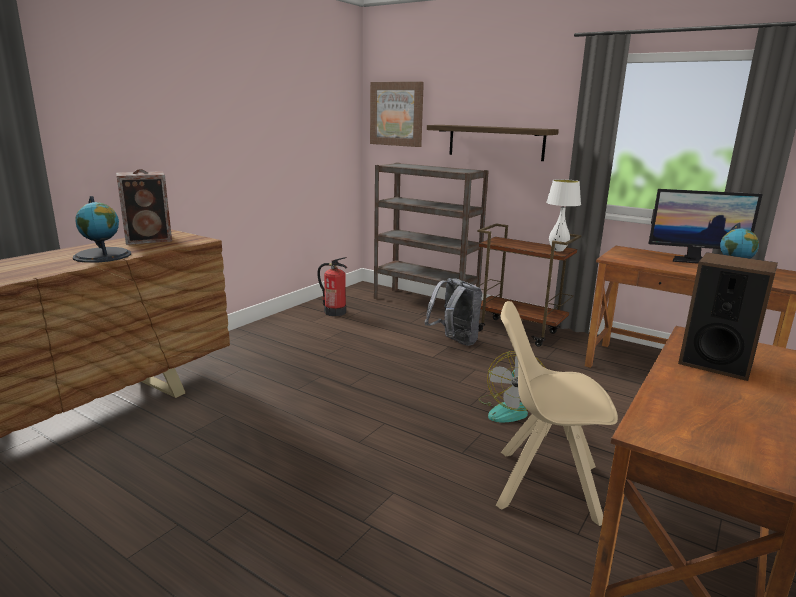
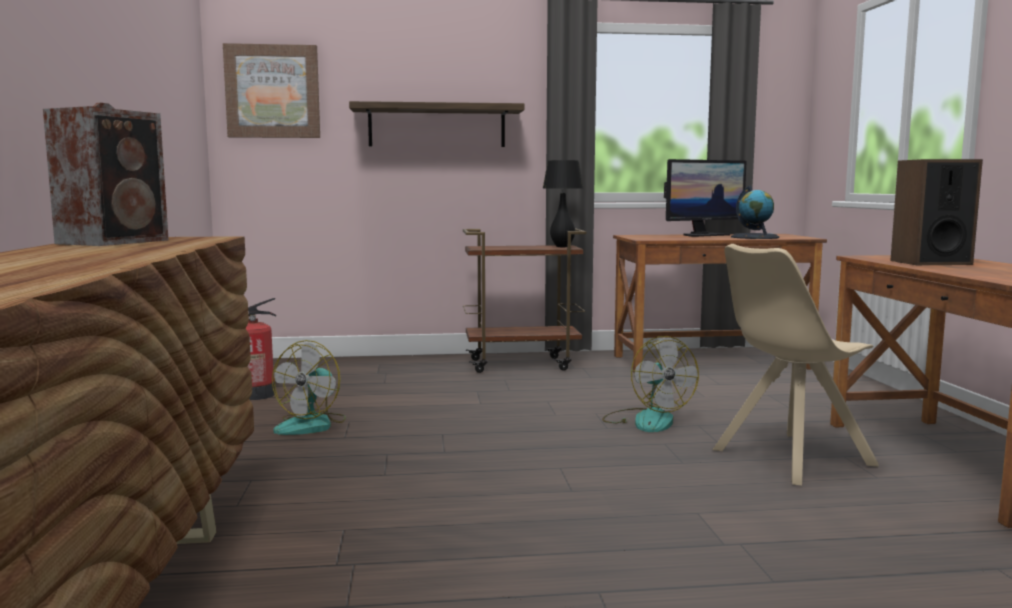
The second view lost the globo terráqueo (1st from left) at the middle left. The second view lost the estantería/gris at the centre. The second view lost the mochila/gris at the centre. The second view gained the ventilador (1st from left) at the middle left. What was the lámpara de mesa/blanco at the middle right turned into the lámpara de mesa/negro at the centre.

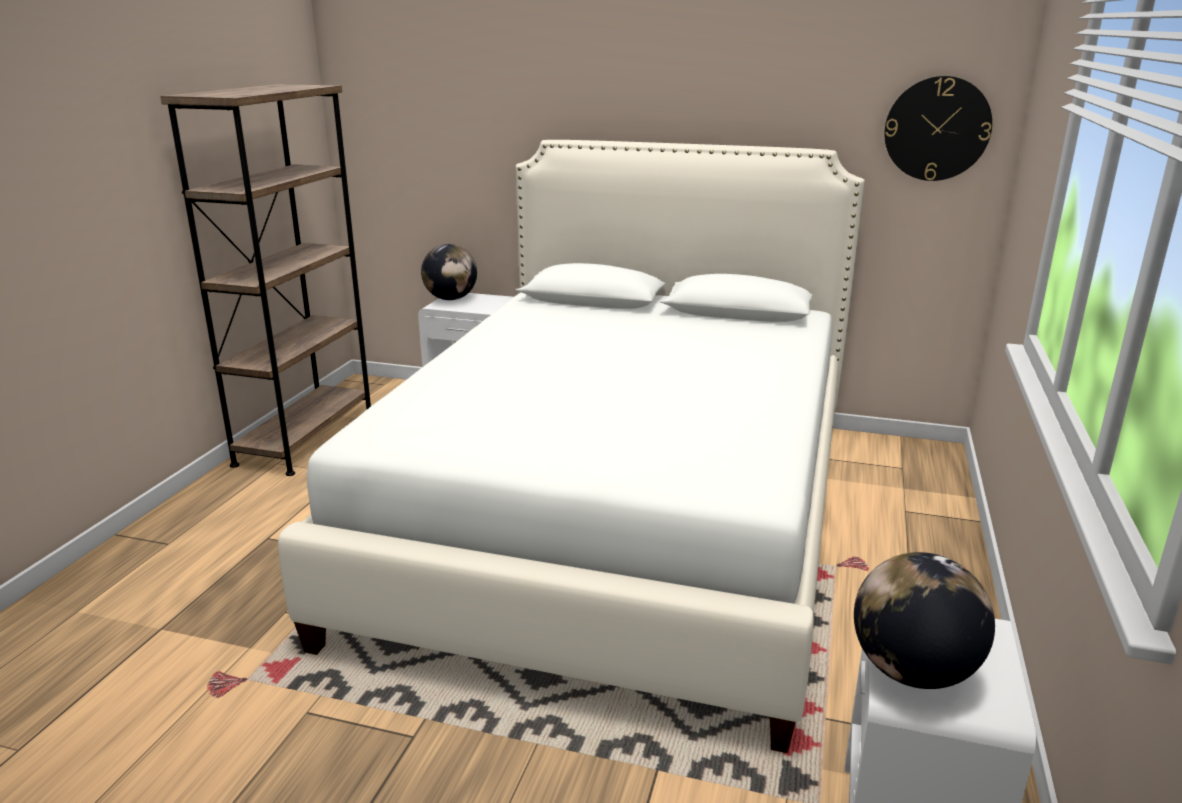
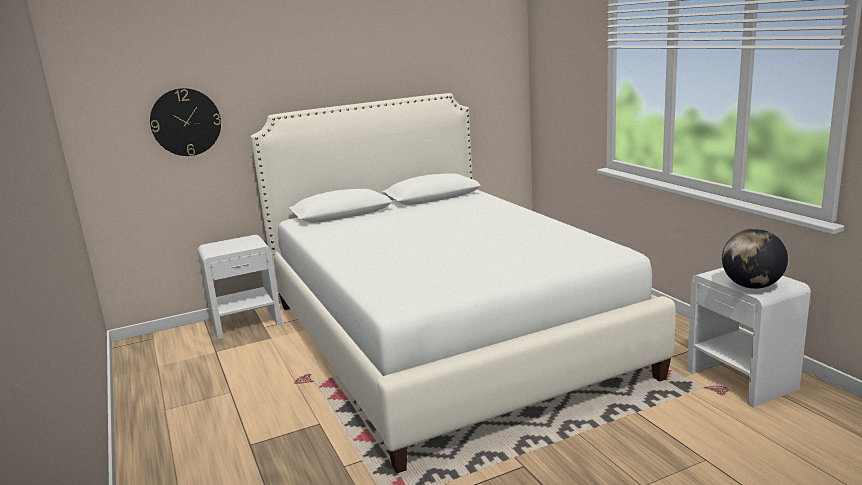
The second view lost the estantería/marrón at the middle left. The second view lost the globo terráqueo (1st from left) at the centre. The reloj de pared ended up elsewhere, having gone from the top right to the top left.

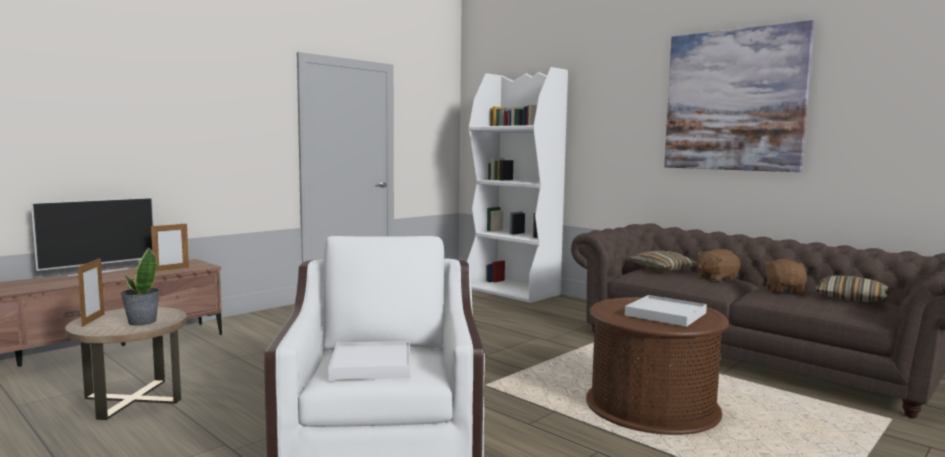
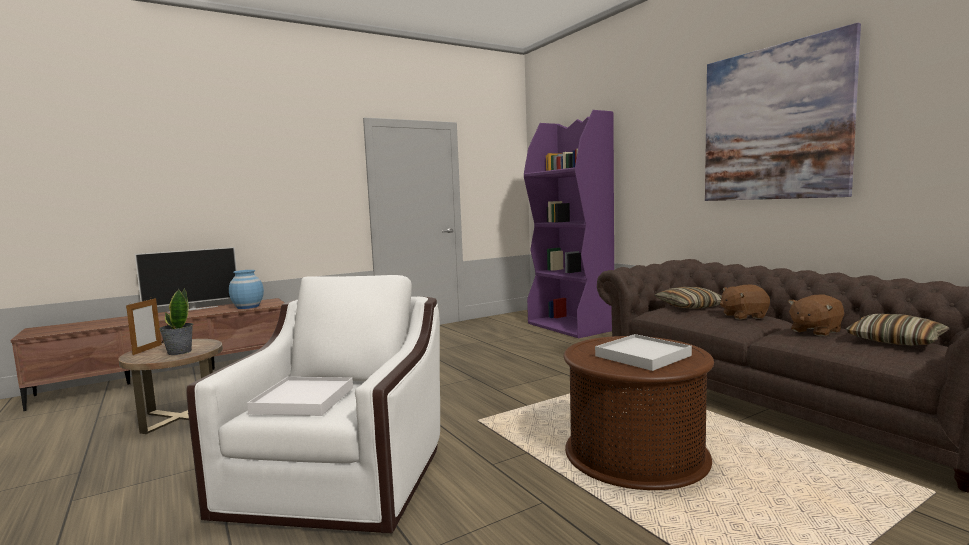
Where the portarretratos (2nd from left) stood at the middle left, the florero/azul came to stand at the middle left. What was the estantería/blanco at the centre turned into the estantería/morado at the centre. The peluche/marrón (2nd from left) at the middle right ended up facing another way, 150 degrees counterclockwise from before.

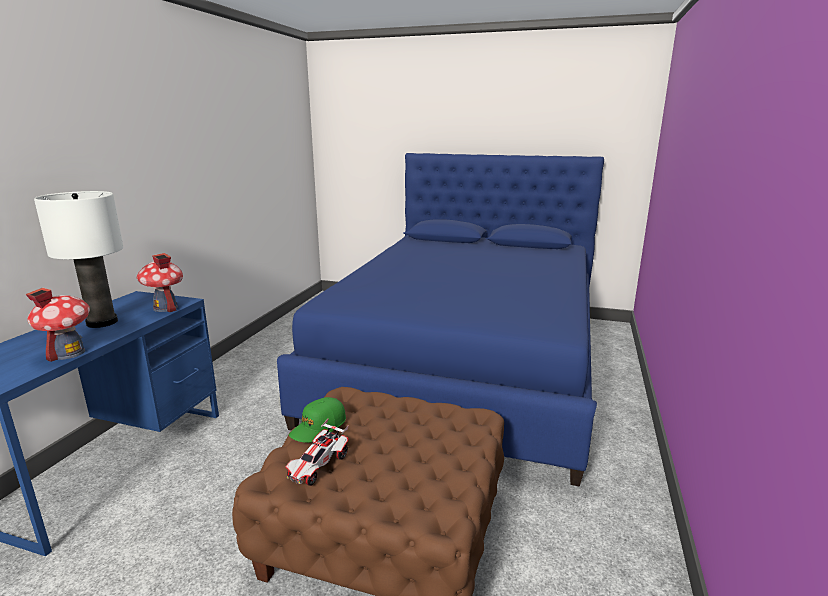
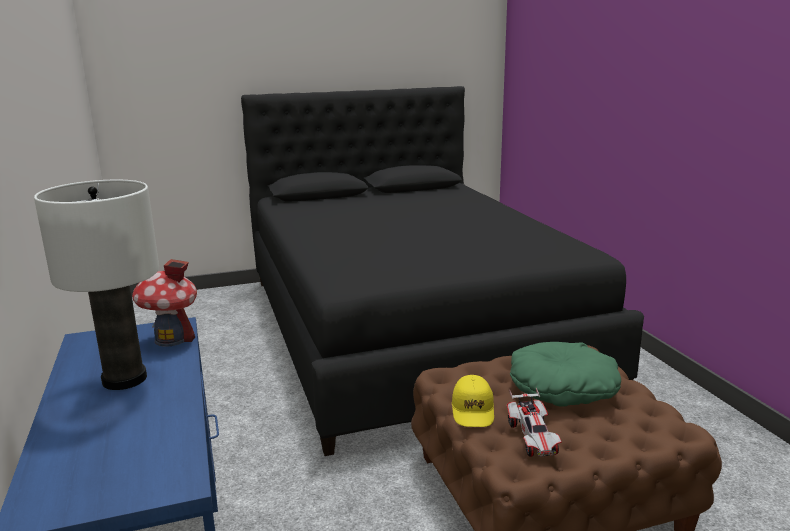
The second view lost the casita (1st from left) at the middle left. The second view gained the cojín/verde at the bottom right. What was the cama/azul at the centre turned into the cama/negro at the centre. What was the gorra/verde at the bottom centre turned into the gorra/amarillo at the bottom centre.

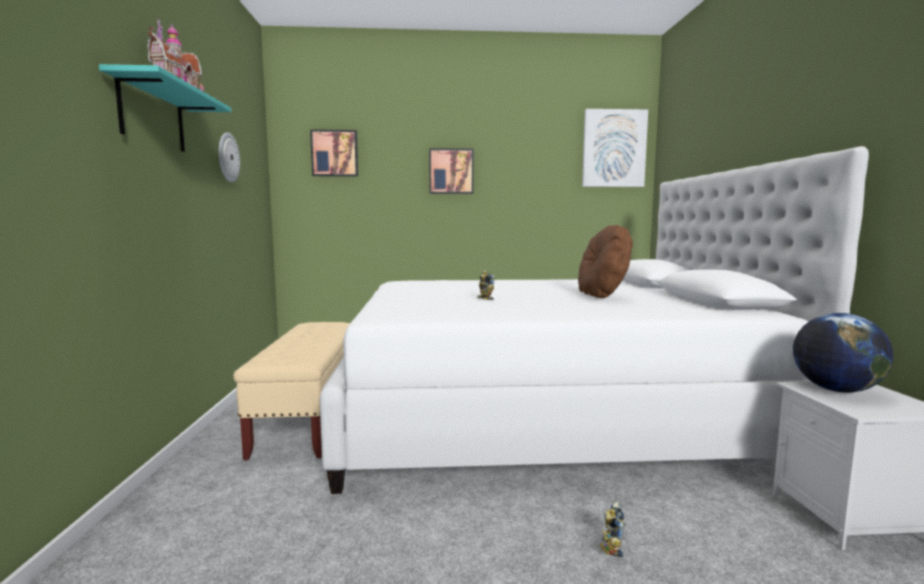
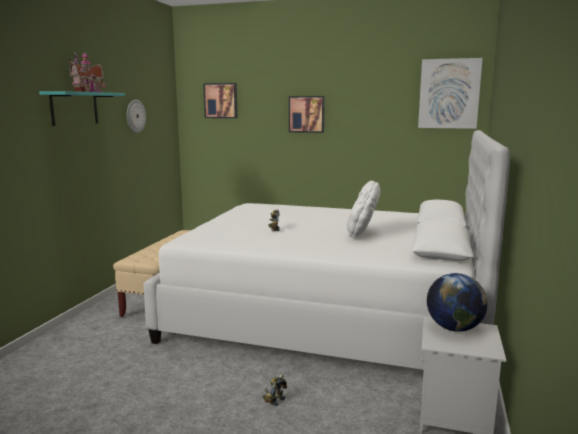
What was the cojín/marrón at the centre turned into the cojín/blanco at the centre.

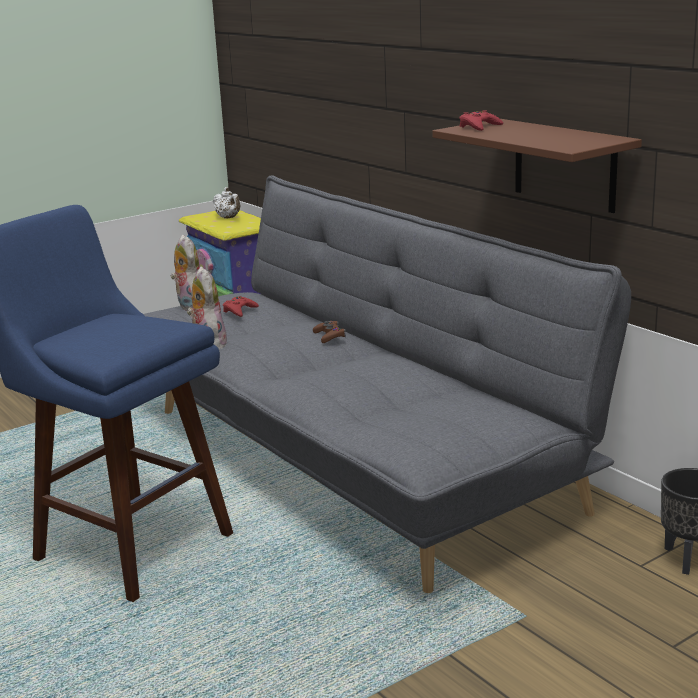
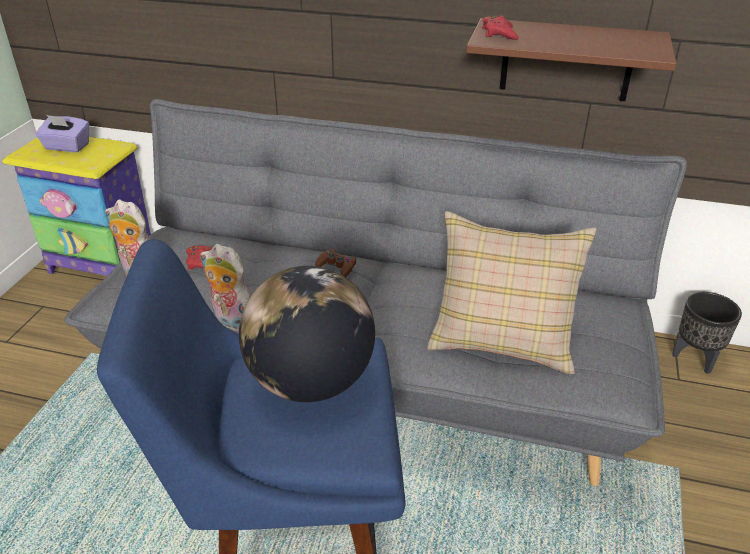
The second view gained the globo terráqueo at the centre. The second view gained the cojín/beis at the middle right. Where the tetera/blanco stood at the top left, the caja de pañuelos/morado came to stand at the top left.

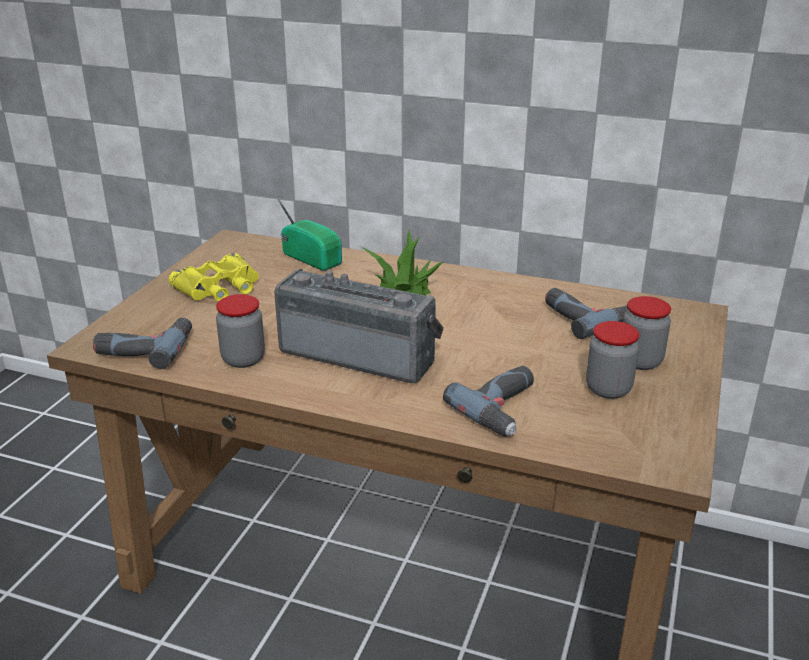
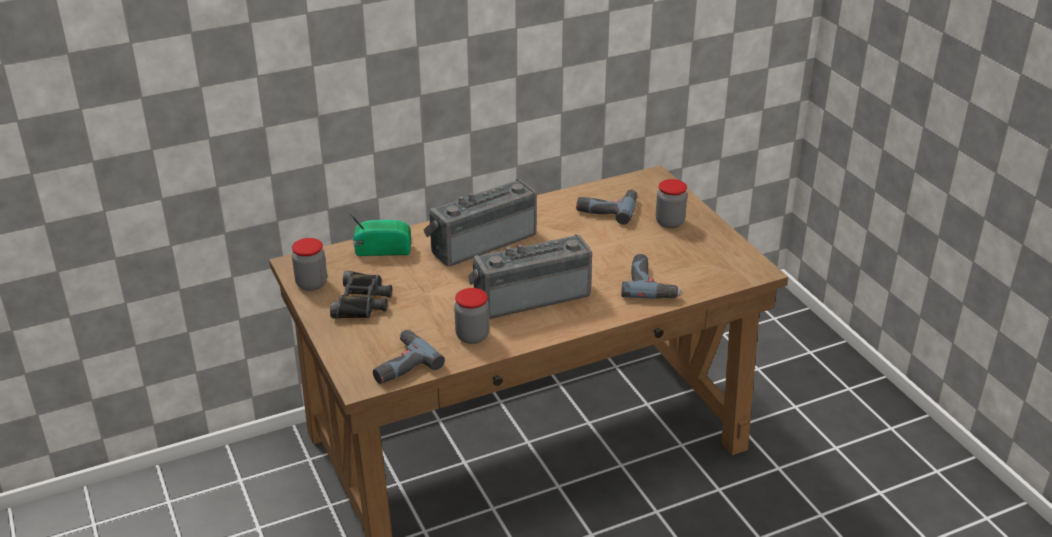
The tarro (2nd from left in the first image) ended up elsewhere, having gone from the middle right to the middle left. Where the planta en maceta stood at the centre, the radio (2nd from left) came to stand at the centre. What was the prismáticos/amarillo at the middle left turned into the prismáticos/negro at the centre.

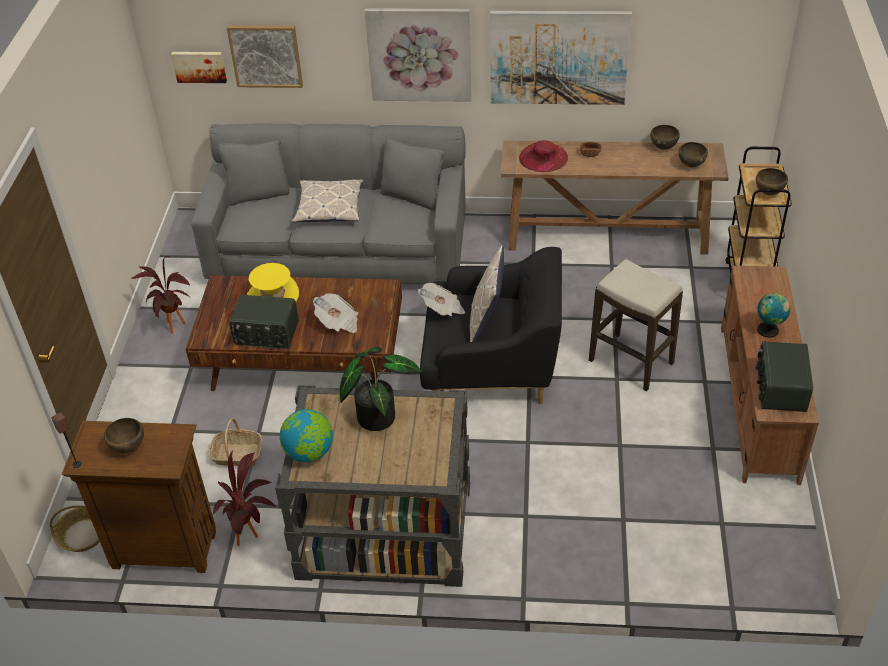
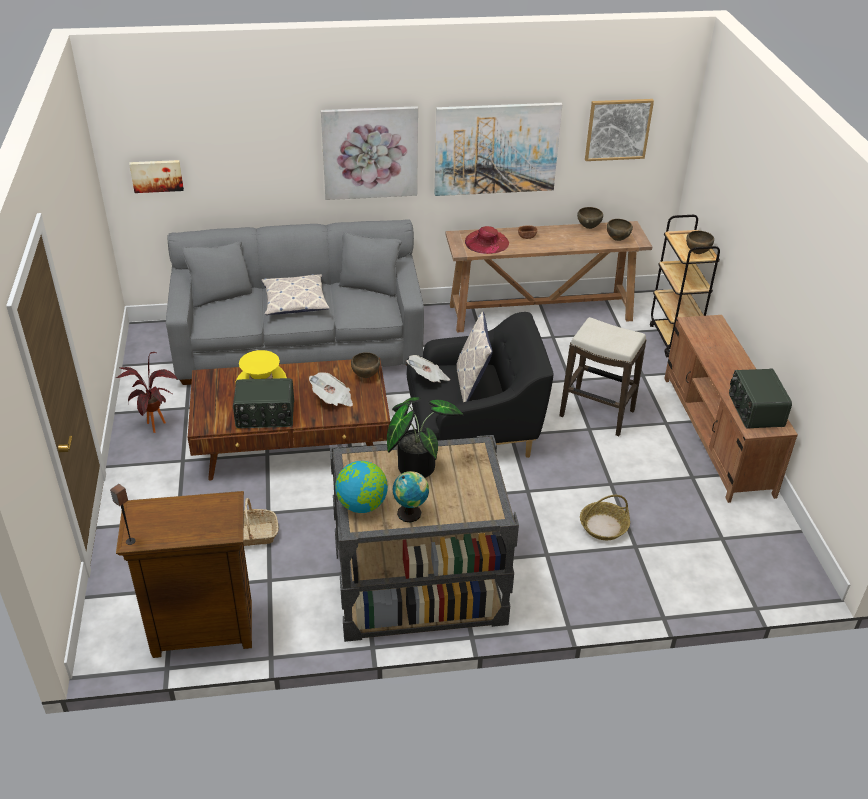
The second view lost the planta en maceta (2nd from left) at the bottom left. The cesta (1st from left in the first image) ended up elsewhere, having gone from the bottom left to the middle right. The cuenco/marrón (1st from left) ended up elsewhere, having gone from the middle left to the centre. The cuadro (2nd from left in the first image) ended up elsewhere, having gone from the top left to the top right. The globo terráqueo (2nd from left) ended up elsewhere, having gone from the middle right to the centre.

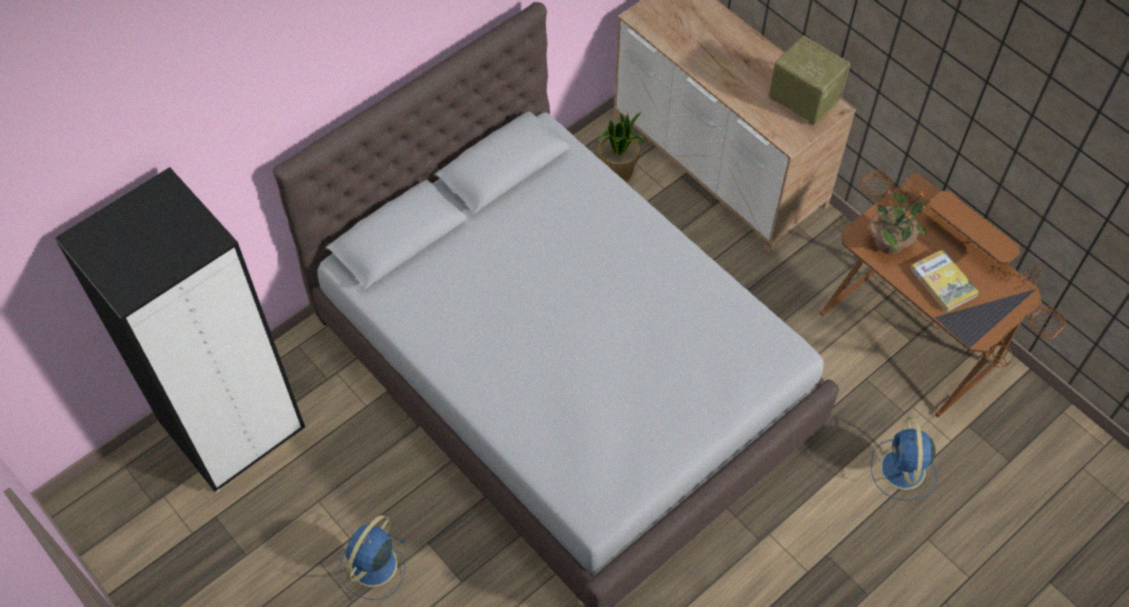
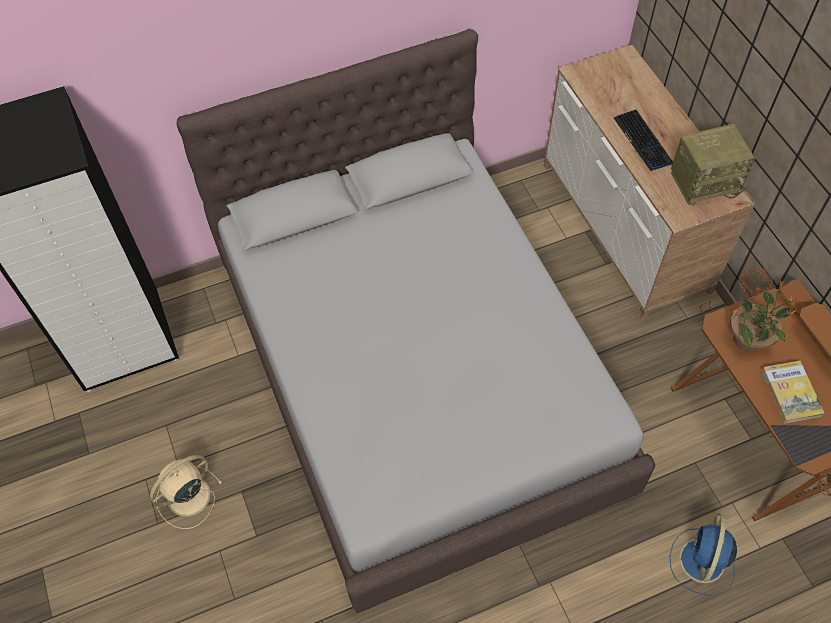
The second view lost the planta en maceta (1st from left) at the top centre. The second view gained the teclado at the top right. What was the ventilador/azul (1st from left) at the bottom left turned into the ventilador/beis at the bottom left. The radio at the top right ended up facing another way, 105 degrees clockwise from before.

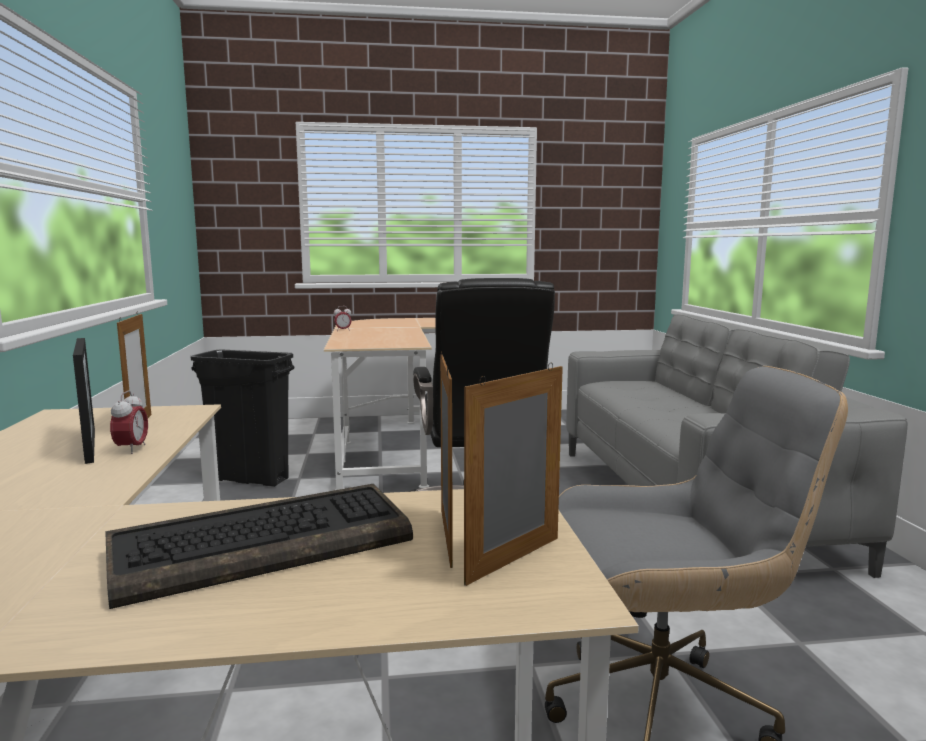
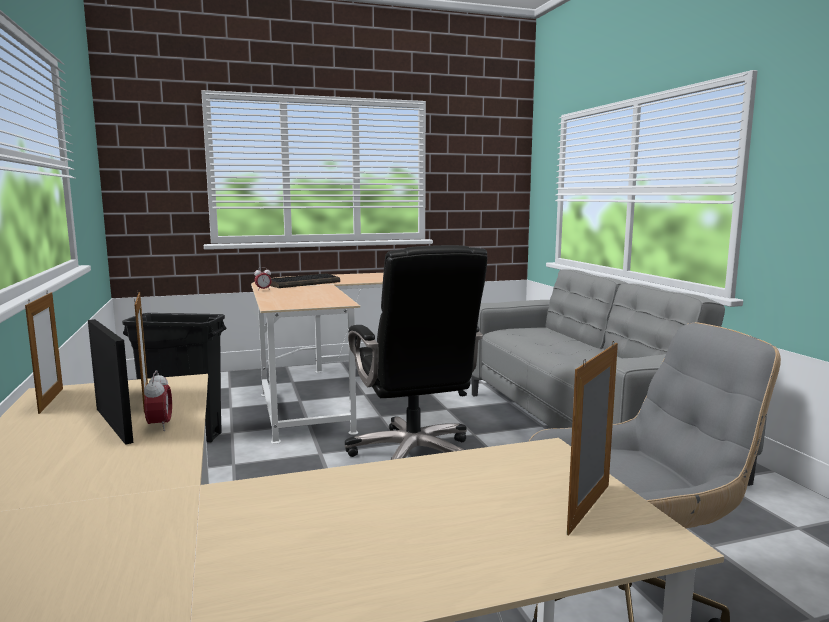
The teclado ended up elsewhere, having gone from the bottom left to the centre. The portarretratos (3rd from left in the first image) ended up elsewhere, having gone from the centre to the middle left.

